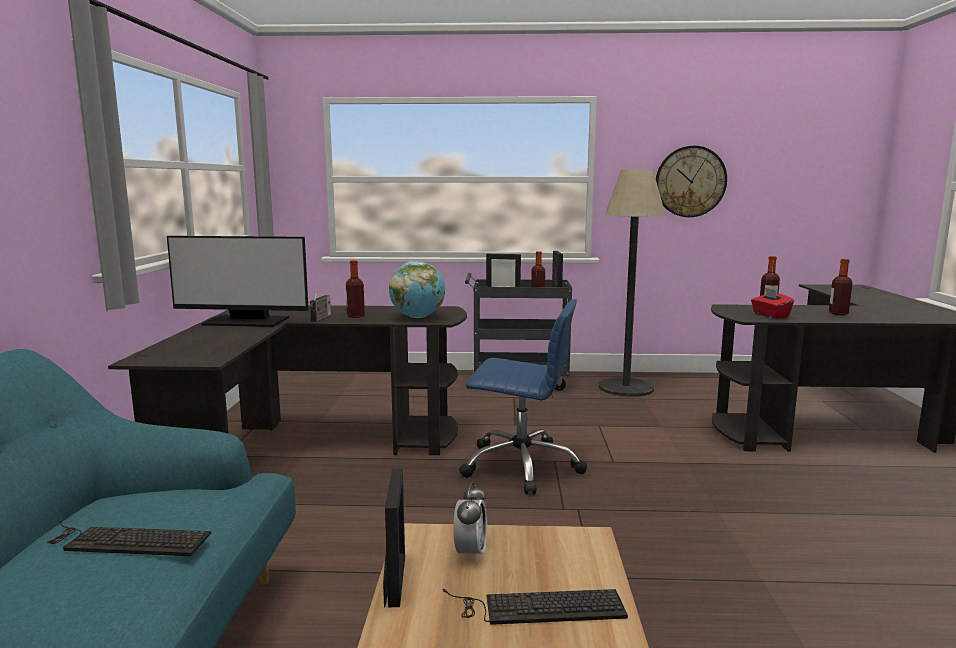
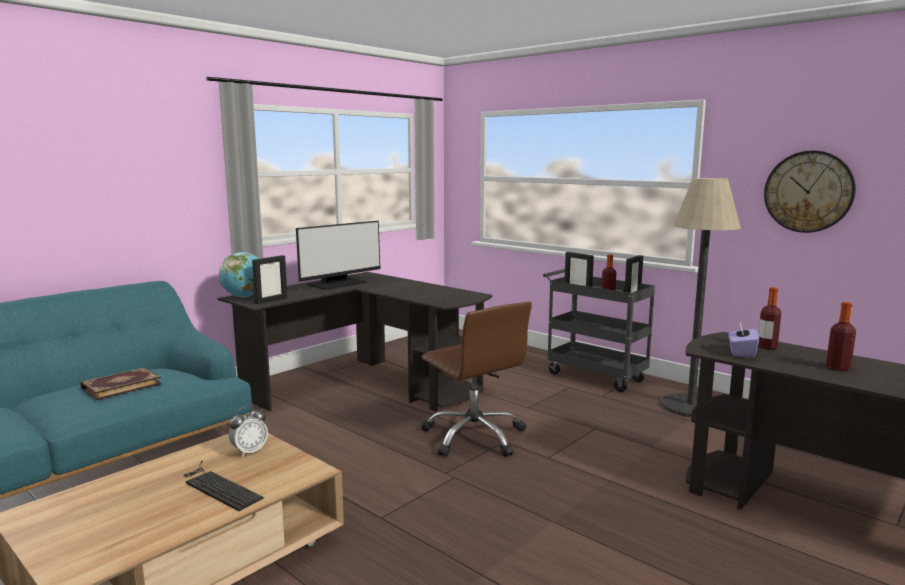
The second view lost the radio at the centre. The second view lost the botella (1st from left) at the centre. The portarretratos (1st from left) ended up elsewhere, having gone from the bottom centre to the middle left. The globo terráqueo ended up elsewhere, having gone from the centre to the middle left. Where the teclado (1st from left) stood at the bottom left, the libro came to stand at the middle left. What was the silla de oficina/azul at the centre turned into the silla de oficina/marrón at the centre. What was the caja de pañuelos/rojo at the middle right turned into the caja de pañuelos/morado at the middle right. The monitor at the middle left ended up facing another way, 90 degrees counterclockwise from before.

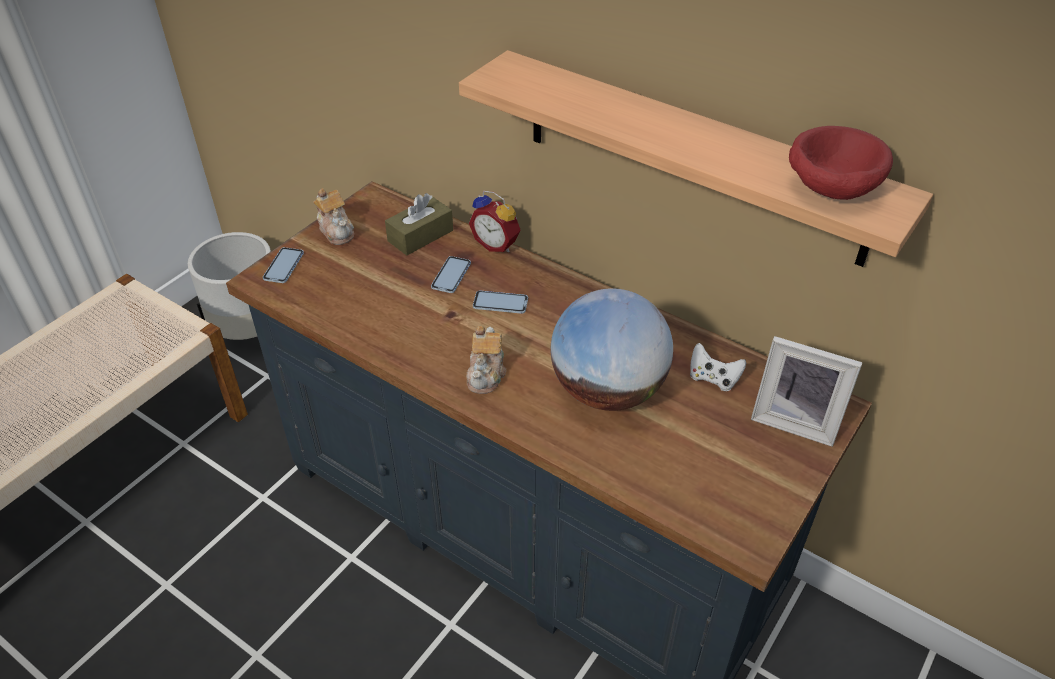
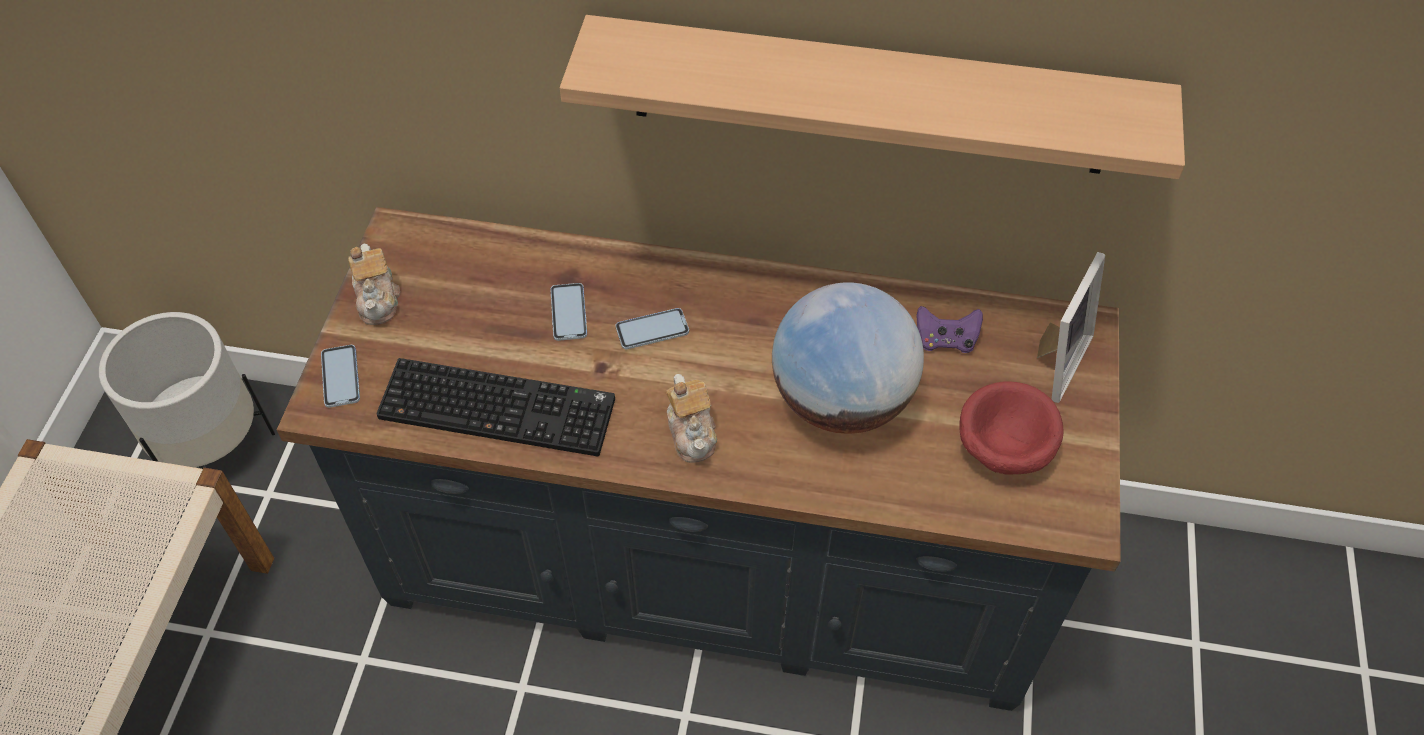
The second view lost the caja de pañuelos/marrón at the top centre. The second view lost the despertador at the top centre. The second view gained the teclado at the centre. The cuenco/rojo ended up elsewhere, having gone from the top right to the middle right. What was the mando de consola/blanco at the middle right turned into the mando de consola/morado at the centre. The tetera (1st from left) at the top left ended up facing another way, 45 degrees clockwise from before. The portarretratos at the middle right ended up facing another way, 60 degrees counterclockwise from before.

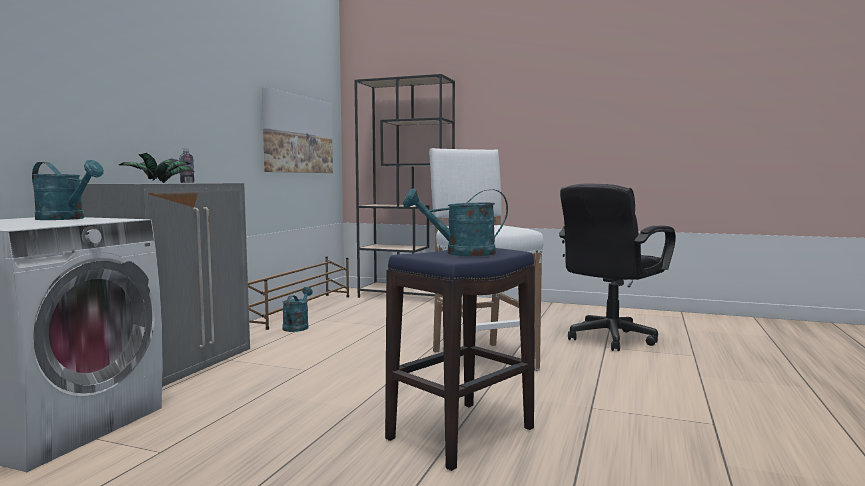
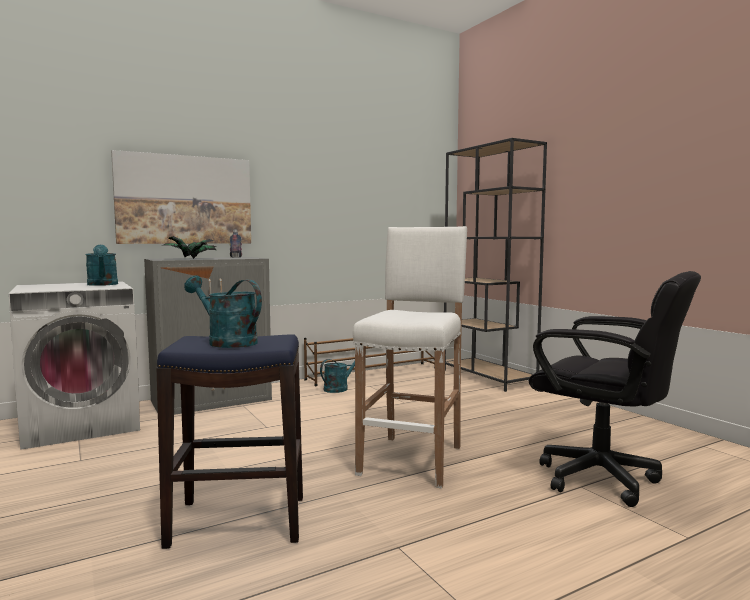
The cuadro ended up elsewhere, having gone from the top centre to the top left. The silla de oficina/negro at the middle right ended up facing another way, 135 degrees counterclockwise from before.

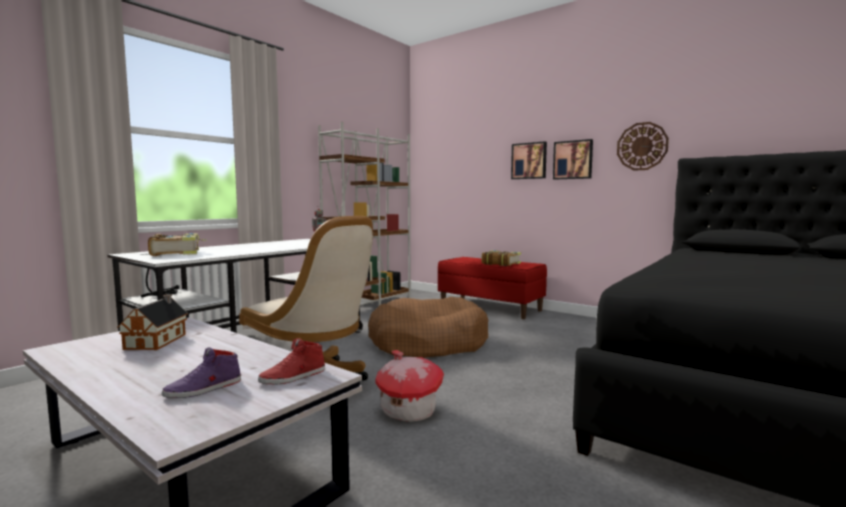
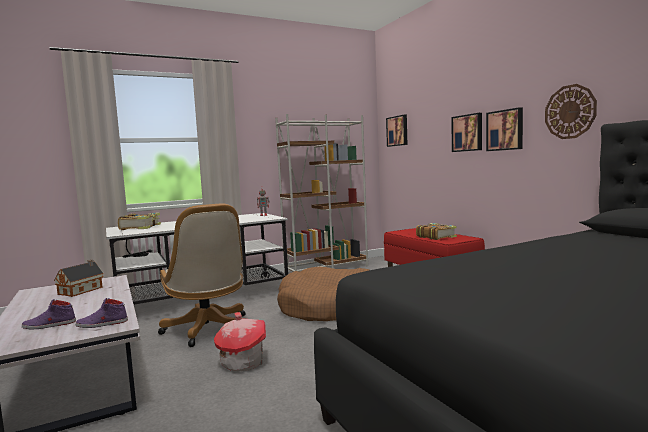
The second view gained the cuadro (1st from left) at the top centre. What was the zapato/rojo at the bottom centre turned into the zapato/morado (2nd from left) at the bottom left.

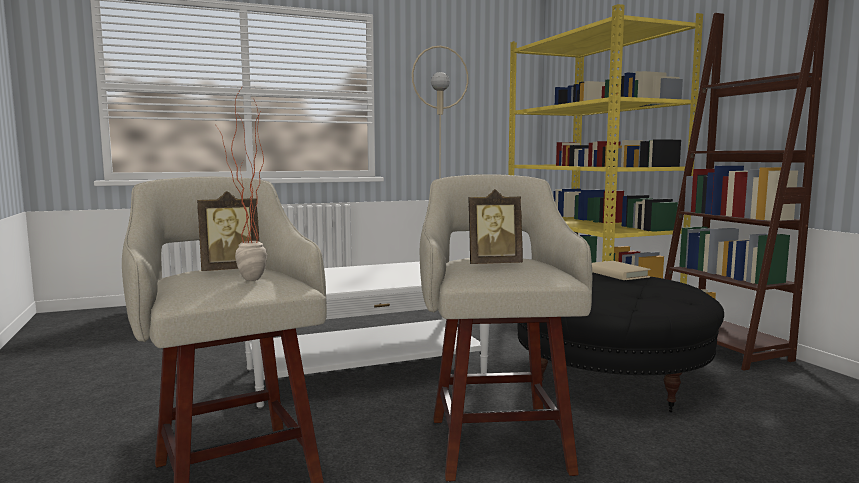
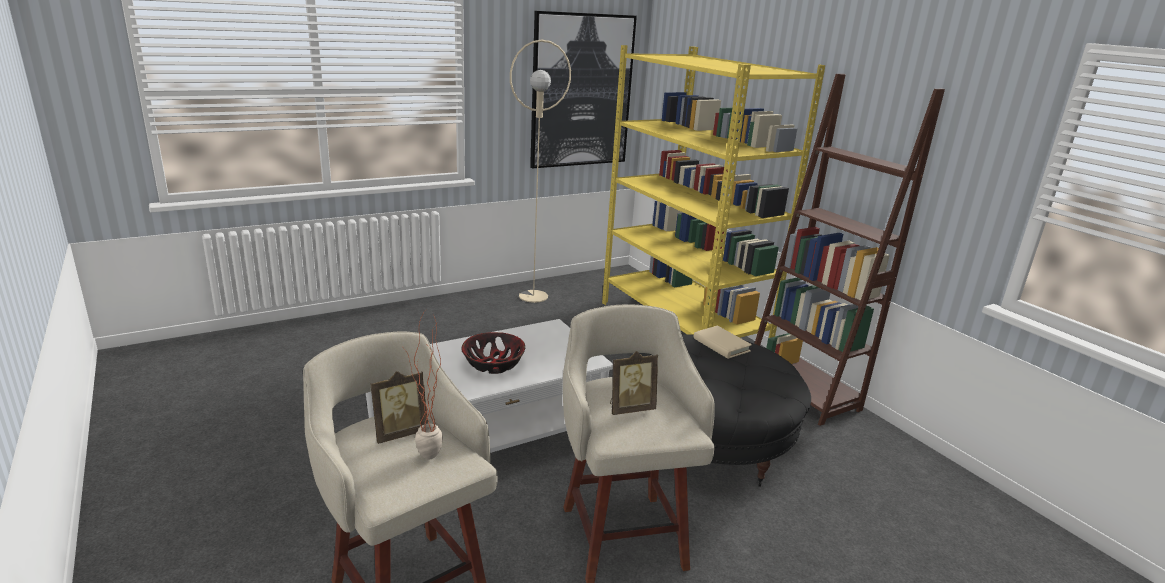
The second view gained the cuenco at the centre. The second view gained the cuadro at the top centre.

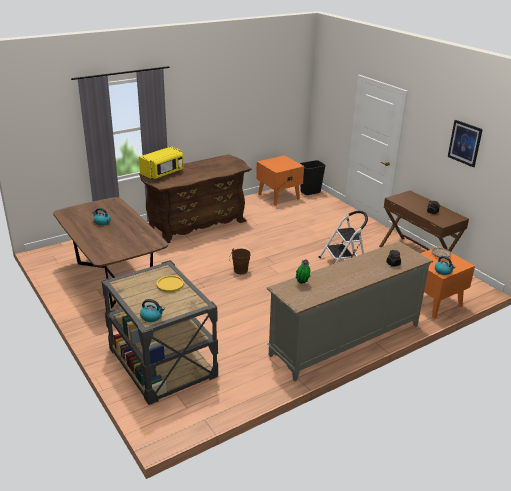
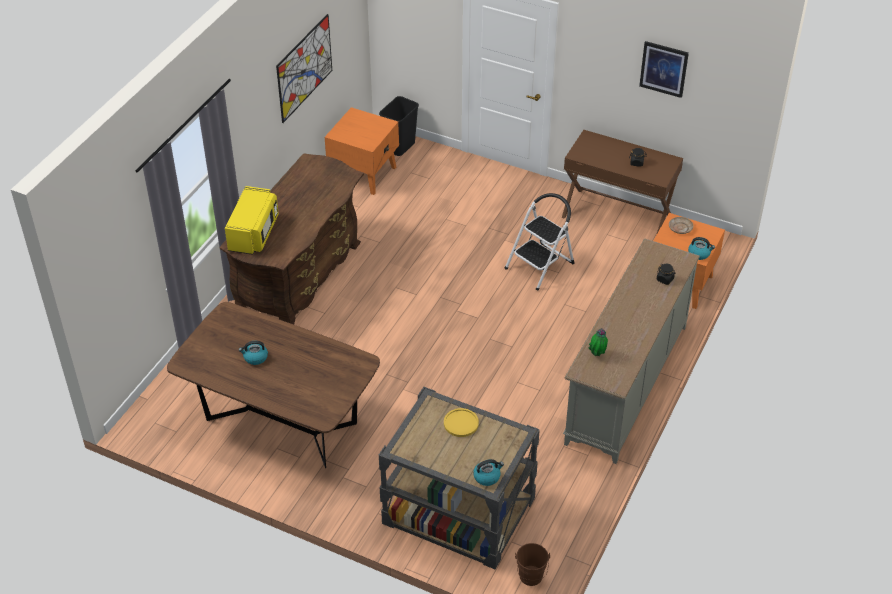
The second view gained the cuadro (1st from left) at the top centre. The cubo/marrón ended up elsewhere, having gone from the centre to the bottom centre.

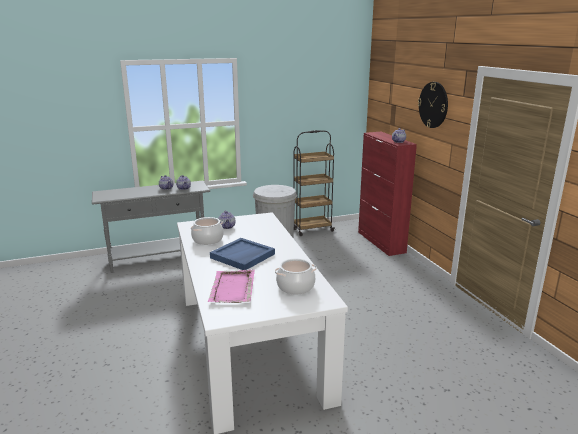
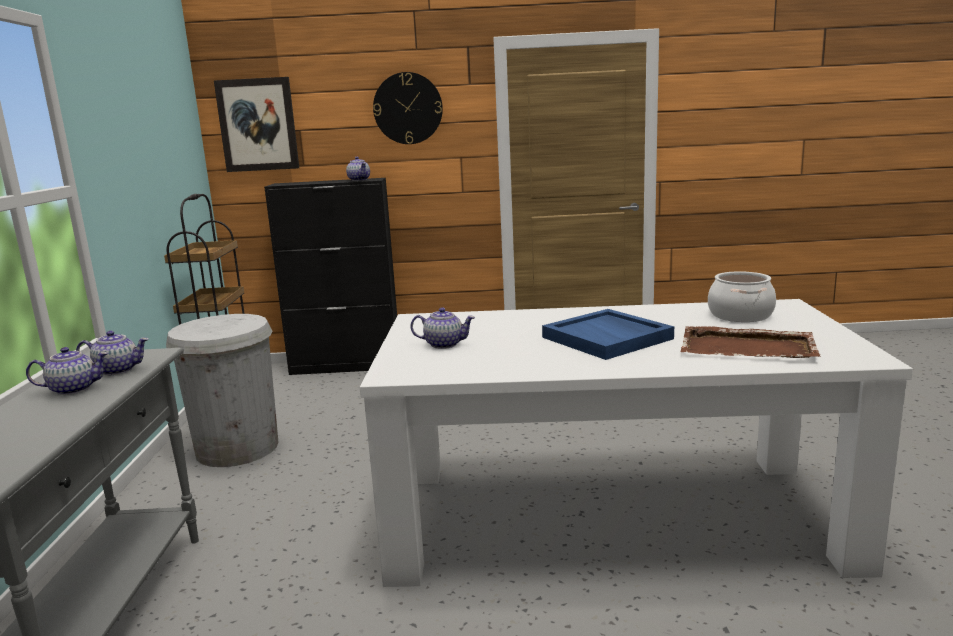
The second view lost the olla (1st from left) at the centre. The second view gained the cuadro at the top left. What was the bandeja/rosa at the centre turned into the bandeja/marrón at the middle right. What was the armario/rojo at the middle right turned into the armario/negro at the centre.

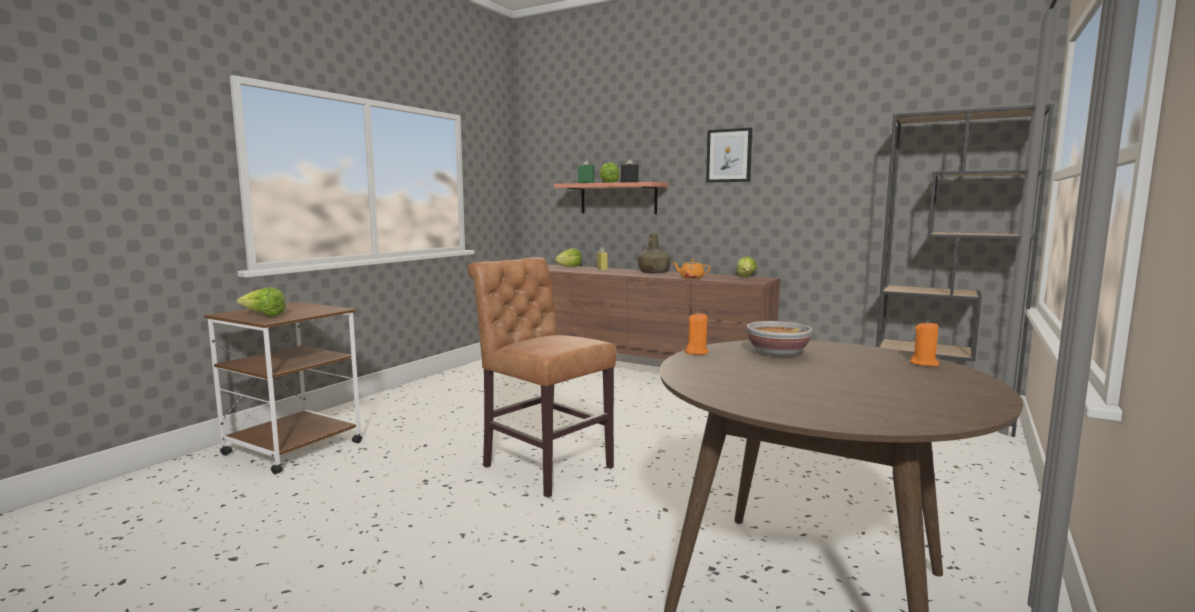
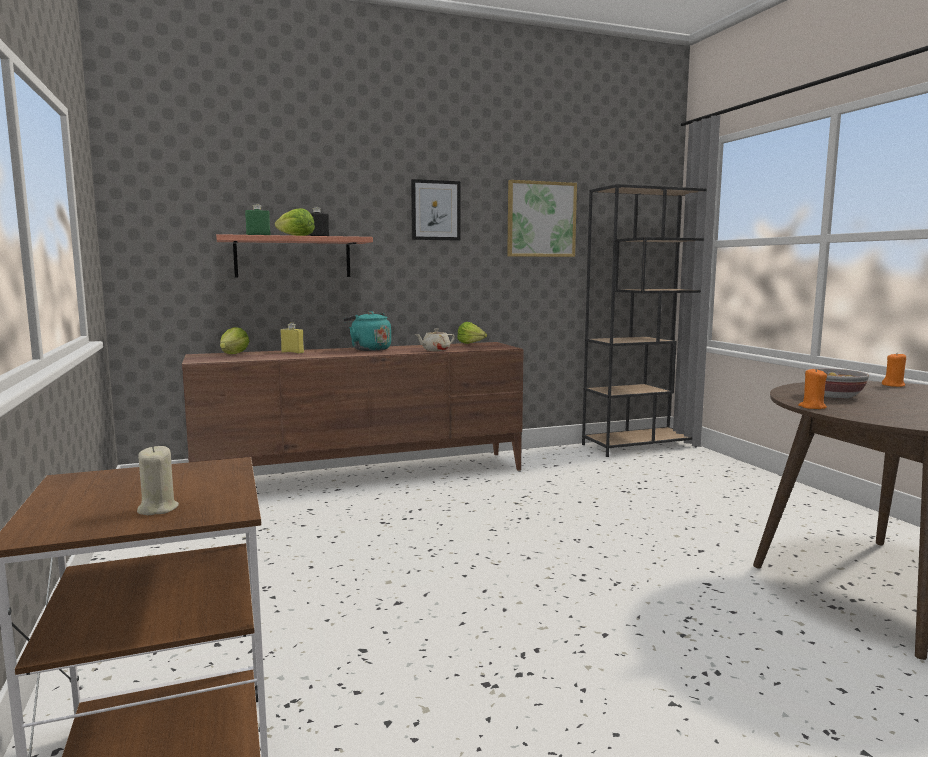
The second view lost the silla/marrón at the centre. The second view gained the cuadro (2nd from left) at the top centre. Where the lechuga (1st from left) stood at the middle left, the vela/beis came to stand at the middle left. Where the botella/verde (2nd from left) stood at the centre, the hervidor/turquesa came to stand at the centre. What was the tetera/naranja at the centre turned into the tetera/beis at the centre.

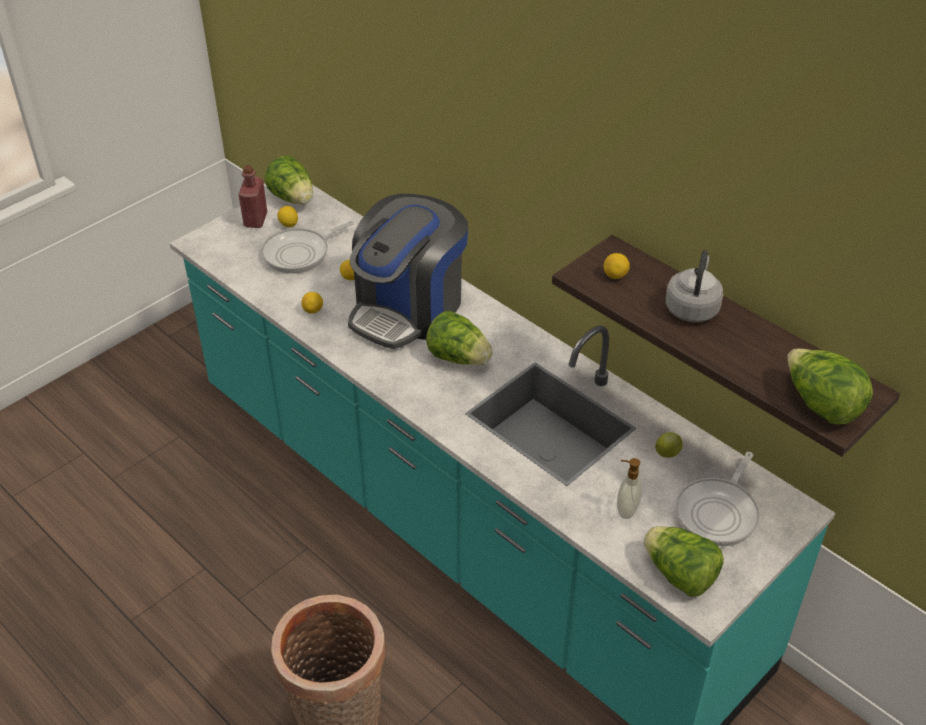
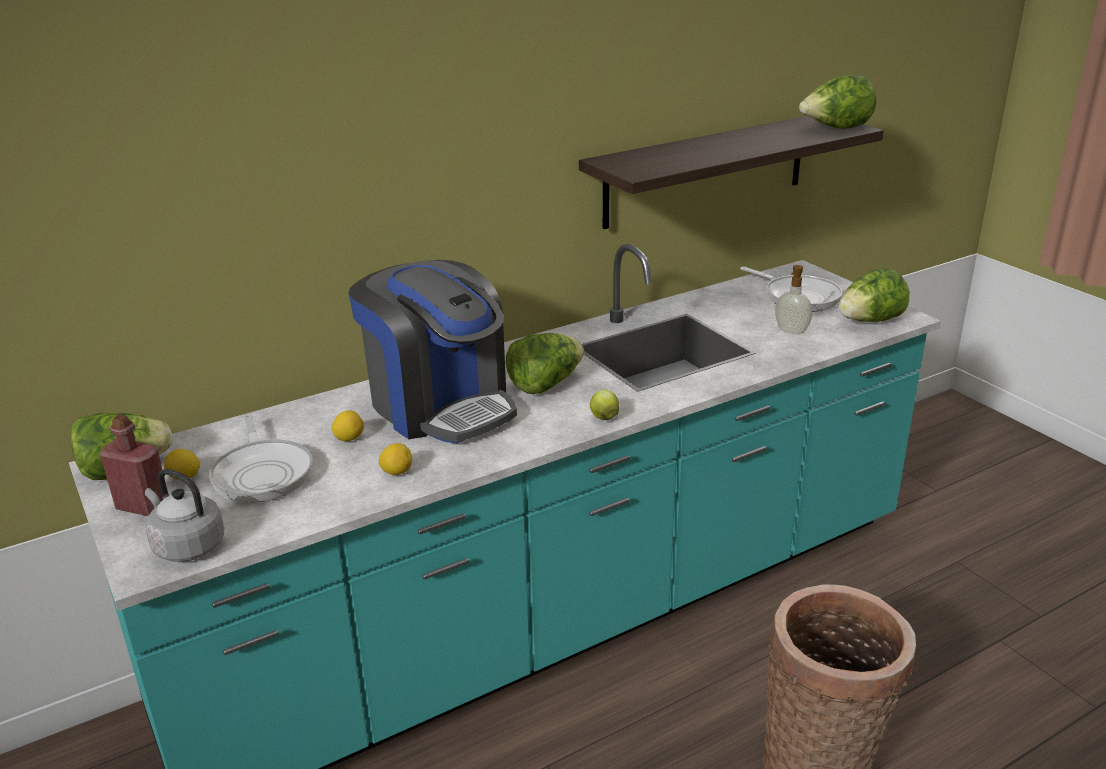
The second view lost the limón (4th from left) at the centre. The manzana ended up elsewhere, having gone from the middle right to the centre. The hervidor/gris ended up elsewhere, having gone from the middle right to the bottom left.

